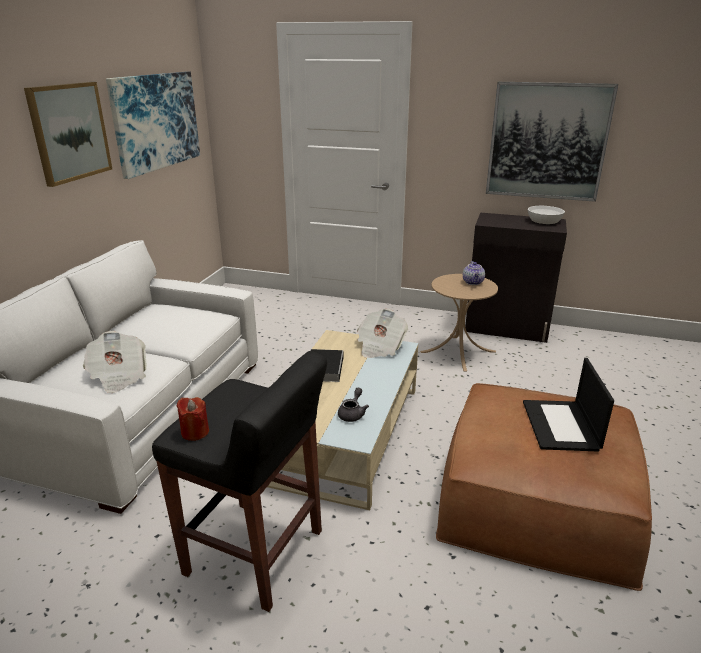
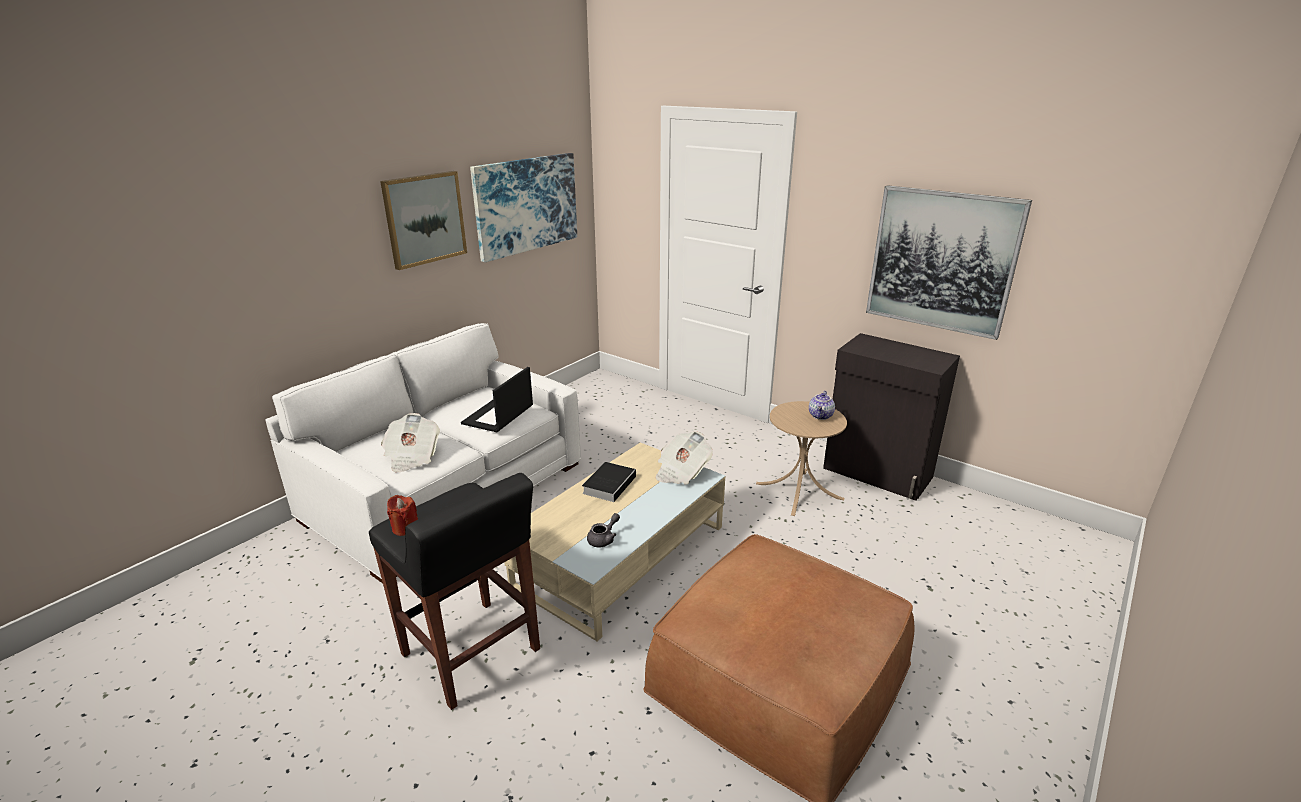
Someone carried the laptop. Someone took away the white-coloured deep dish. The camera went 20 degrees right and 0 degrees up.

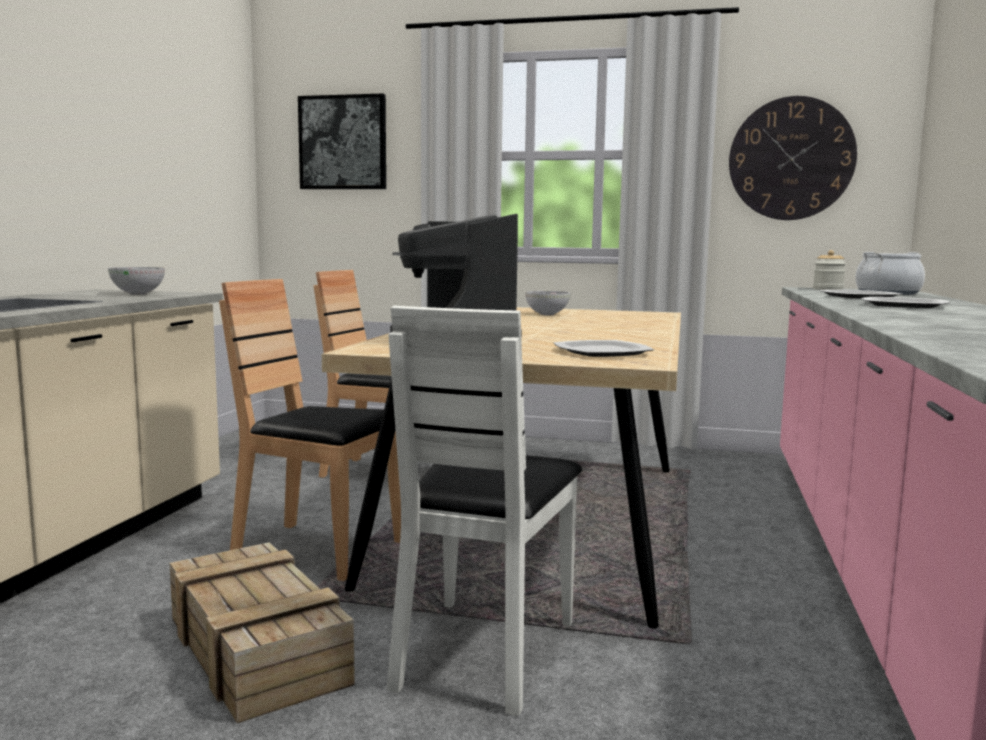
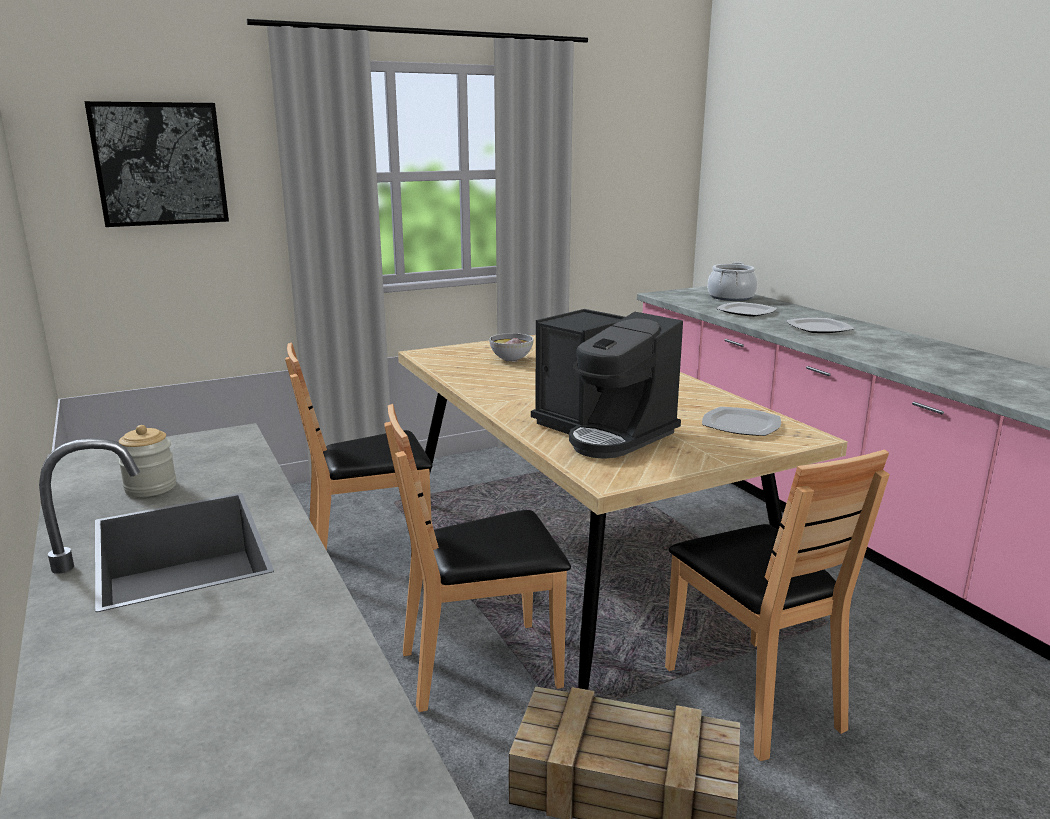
Someone took away the deep dish (no. 1 from left). Someone repainted the white-coloured chair, which became the brownish chair (no. 3 from left). Someone took away the hanging clock. Someone carried the jar. The camera went 40 degrees left and 10 degrees up.

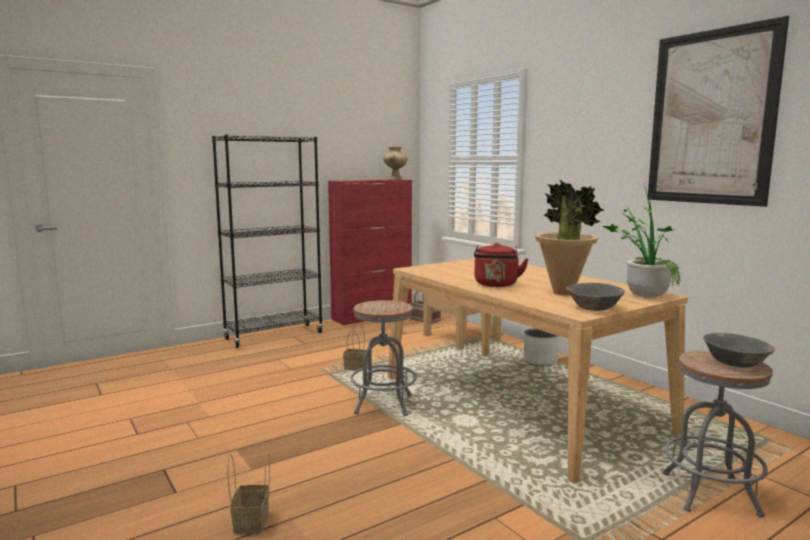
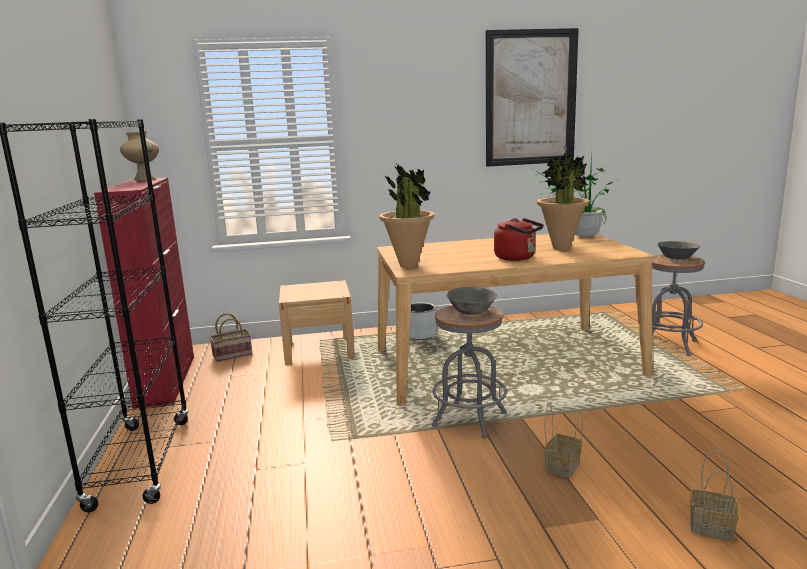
Someone carried the basket (no. 2 from left). Someone carried the gray deep dish (no. 1 from left). Someone put down the houseplant (no. 1 from left). The camera went 65 degrees left and 5 degrees up.

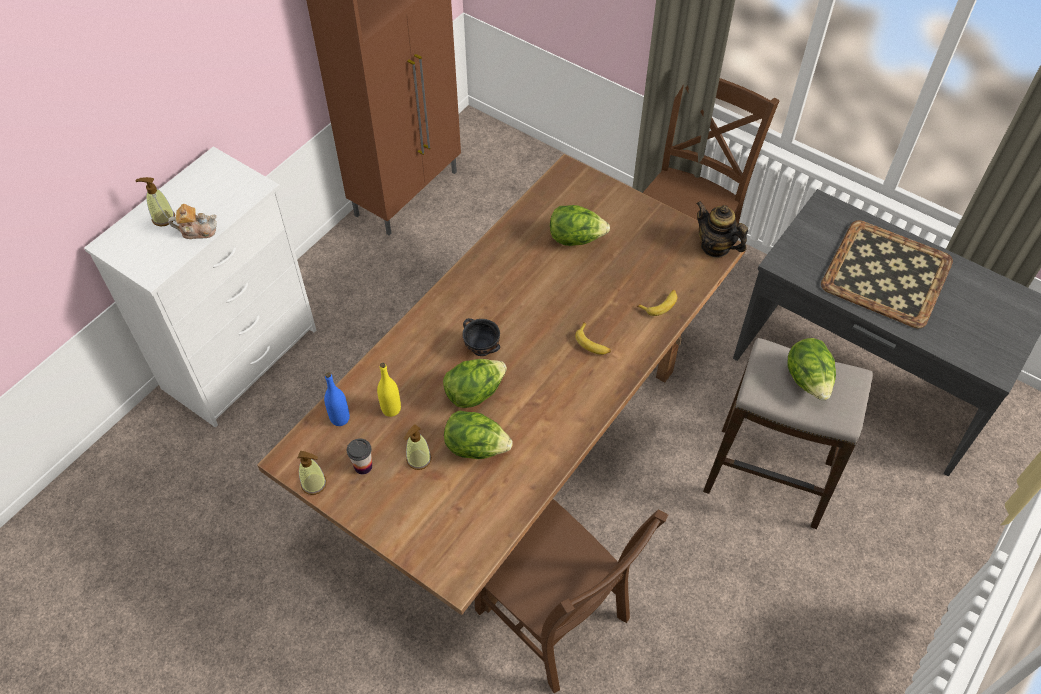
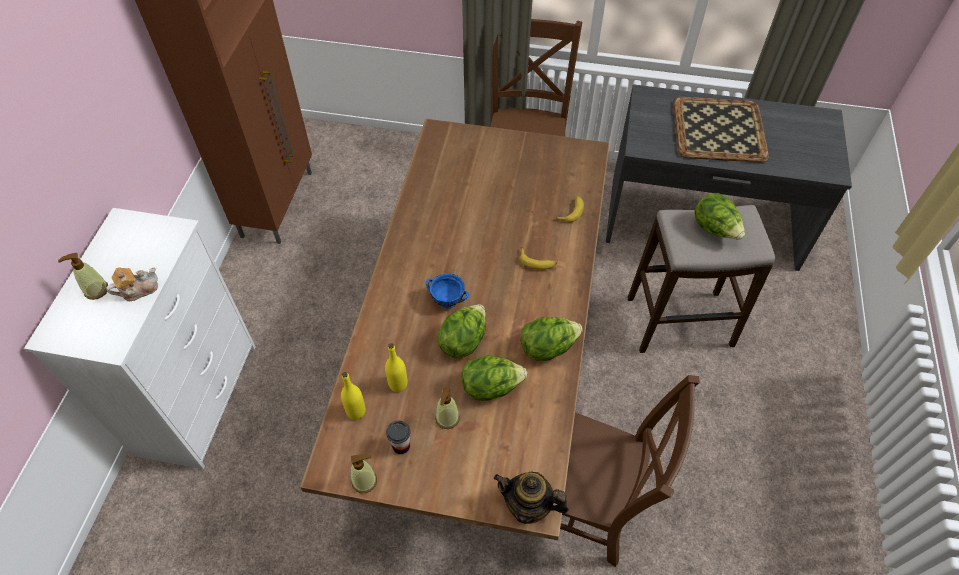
Someone repainted the blue drink bottle, which became the yellowish drink bottle (no. 1 from left). Someone repainted the black-coloured deep dish, which became the blue deep dish. Someone carried the lettuce (no. 3 from left). Someone carried the pot for tea (no. 2 from left). The camera went 25 degrees left and 0 degrees up.

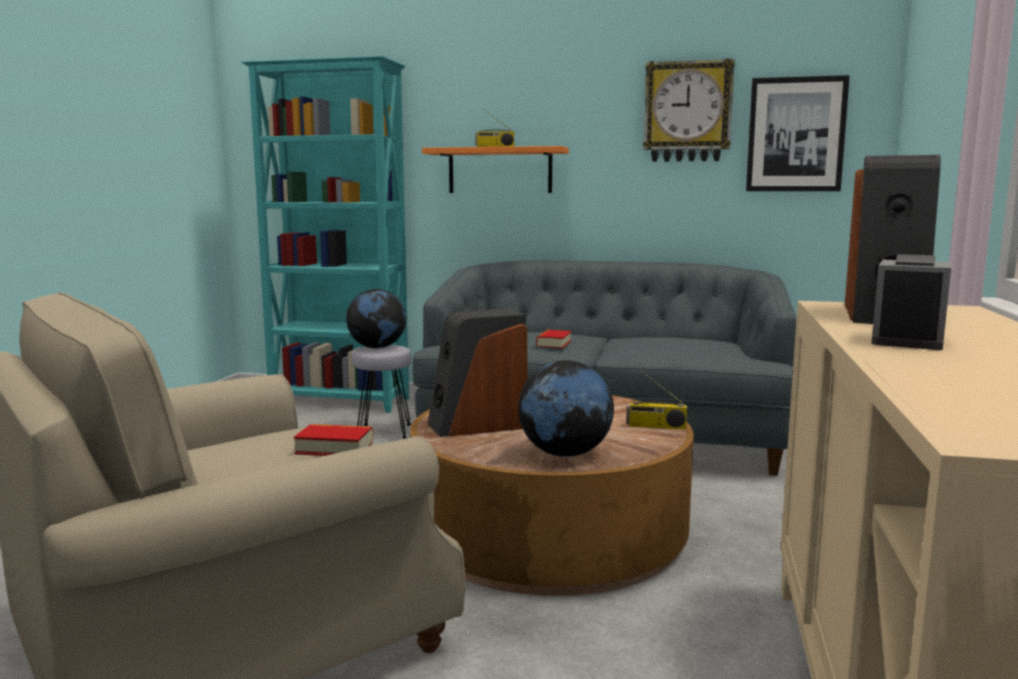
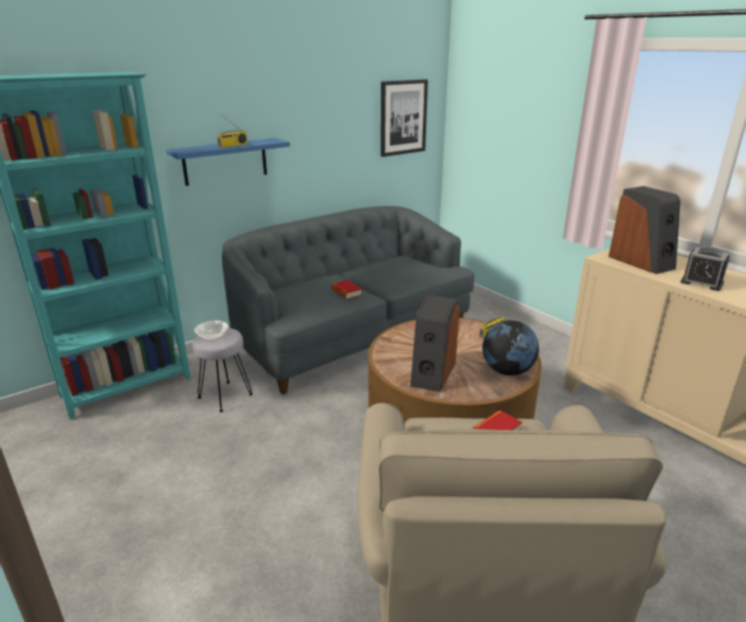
Someone swapped the desk globe (no. 1 from left) for the deep dish. Someone repainted the orange wall shelf, which became the blue wall shelf. Someone took away the hanging clock. Someone rotated the alarm clock by 150 degrees clockwise. The camera went 50 degrees left and 15 degrees up.

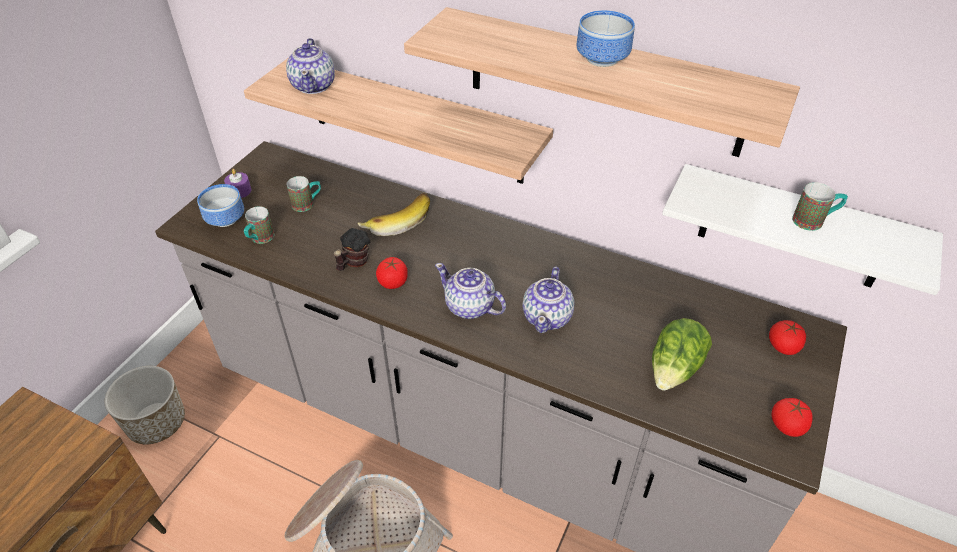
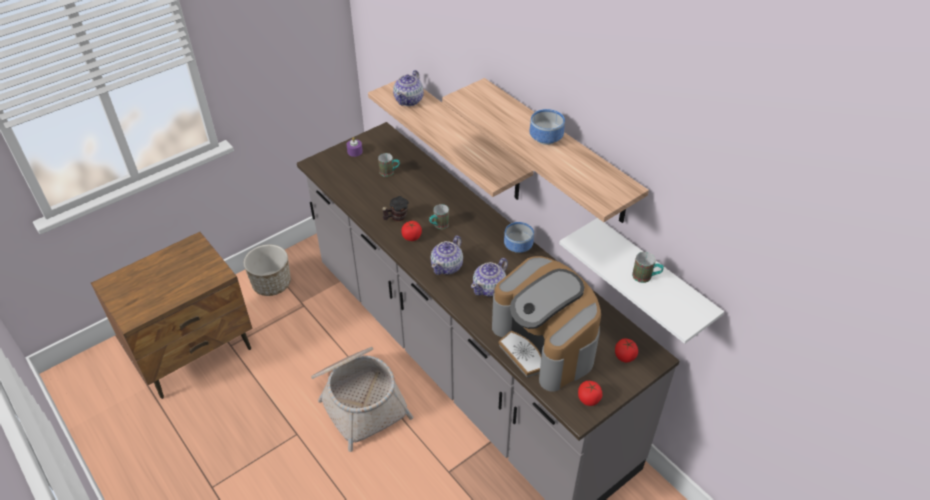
Someone carried the deep dish (no. 1 from left). Someone carried the coffee mug (no. 1 from left in the first image). Someone took away the banana. Someone rotated the pot for tea (no. 2 from left) by 120 degrees counterclockwise. Someone swapped the lettuce for the coffee machine. The camera went 25 degrees right and 0 degrees up.

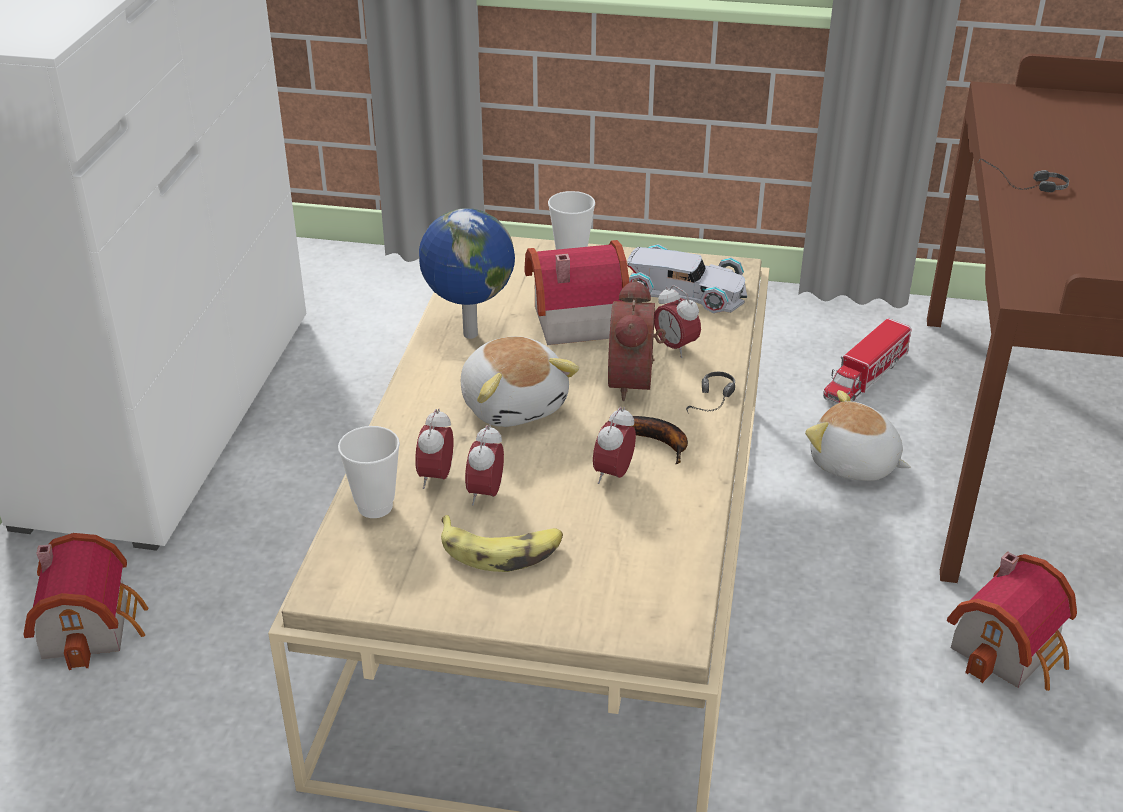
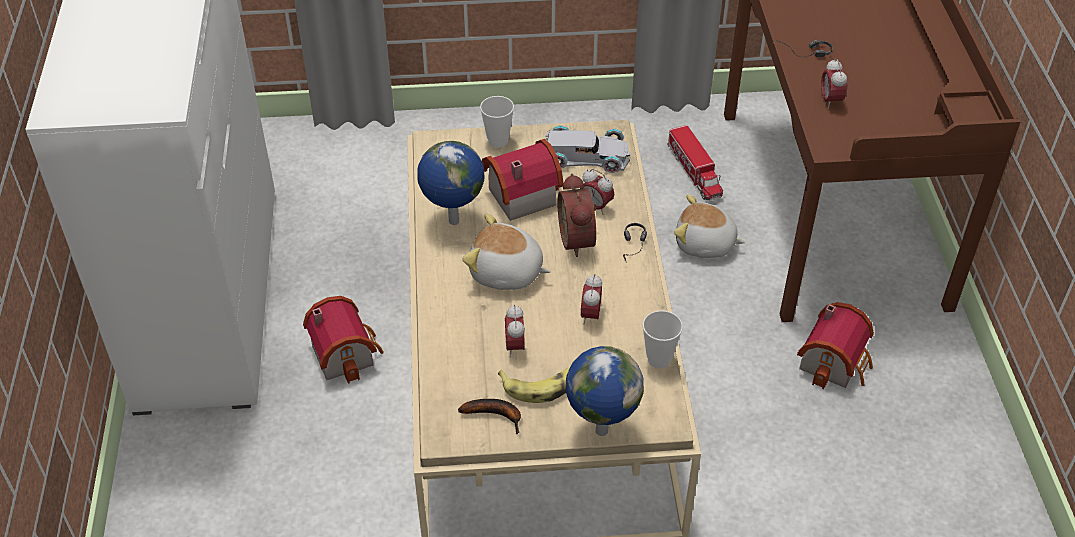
Someone carried the toy house (no. 1 from left). Someone carried the cup (no. 1 from left in the first image). Someone carried the alarm clock (no. 1 from left in the first image). Someone rotated the plush toy (no. 1 from left) by 150 degrees clockwise. Someone carried the banana (no. 2 from left in the first image). Someone rotated the toy lorry by 45 degrees counterclockwise. Someone put down the desk globe (no. 2 from left). The camera went 15 degrees left and 10 degrees up.

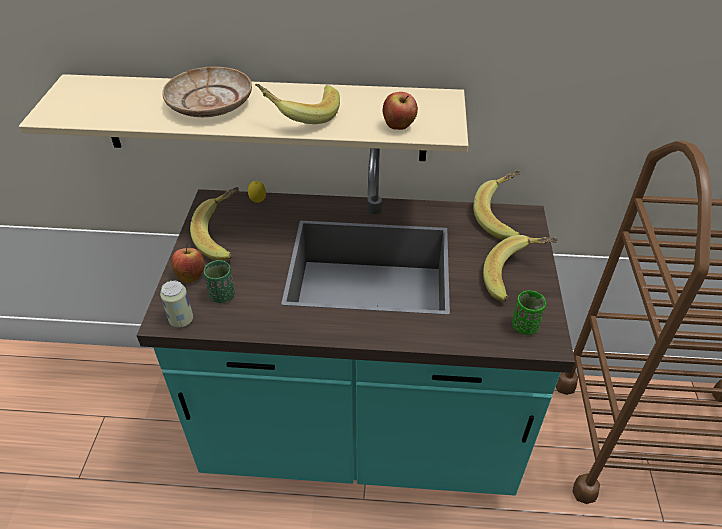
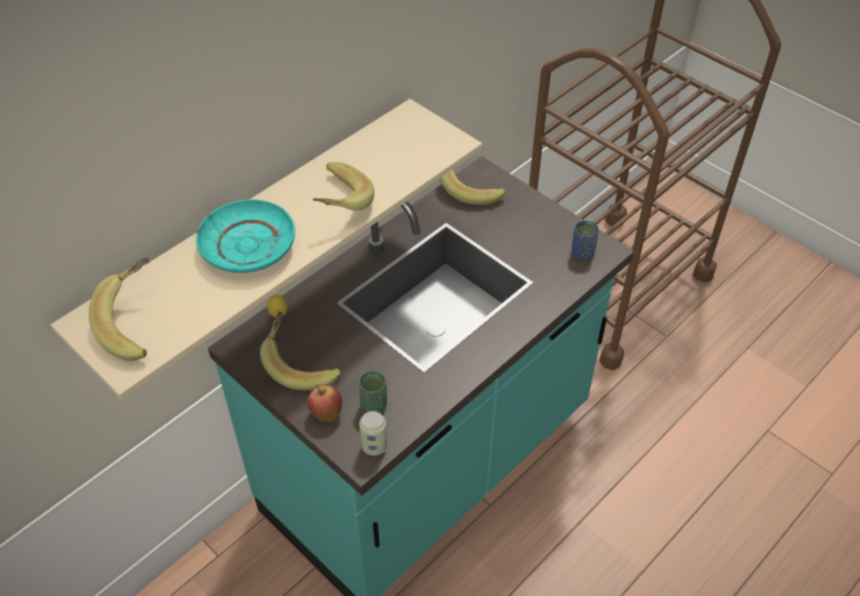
Someone repainted the beige flat dish, which became the turquoise flat dish. Someone took away the whole apple (no. 2 from left). Someone carried the banana (no. 4 from left in the first image). Someone repainted the greenish cup (no. 2 from left), which became the blue cup. The camera went 50 degrees left and 5 degrees up.

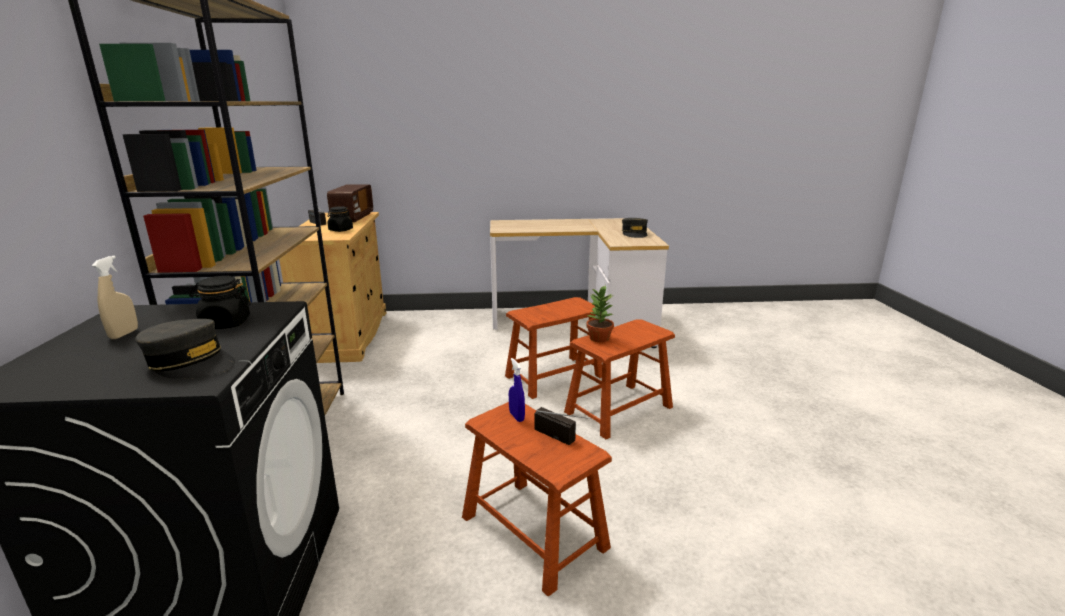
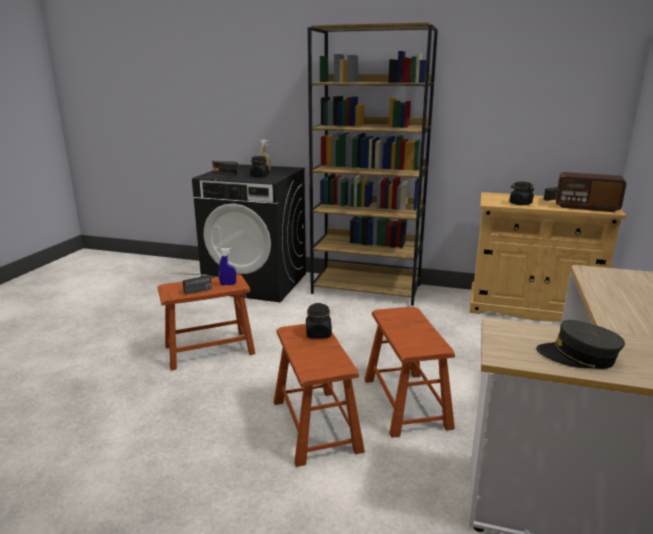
Someone swapped the houseplant for the black-coloured jar (no. 2 from left). The camera went 110 degrees right and 0 degrees up.

